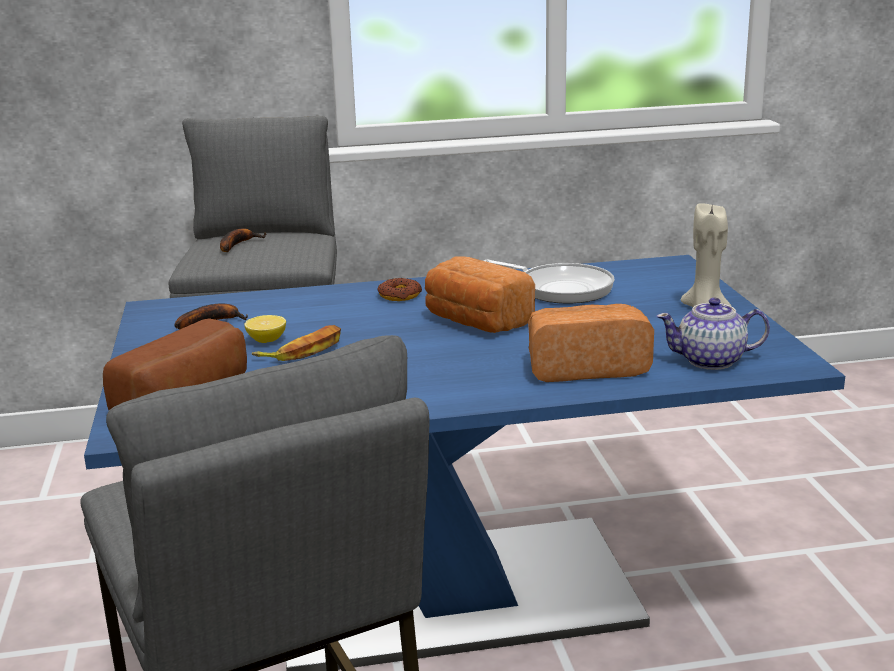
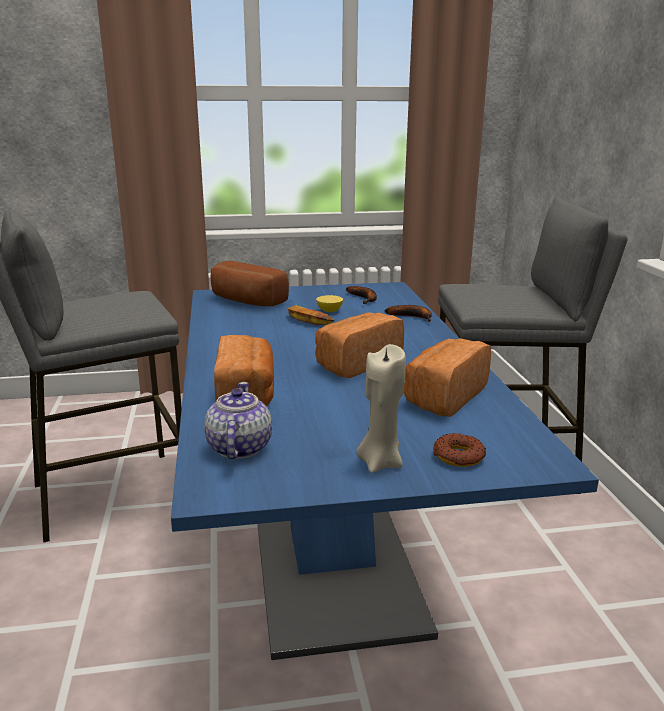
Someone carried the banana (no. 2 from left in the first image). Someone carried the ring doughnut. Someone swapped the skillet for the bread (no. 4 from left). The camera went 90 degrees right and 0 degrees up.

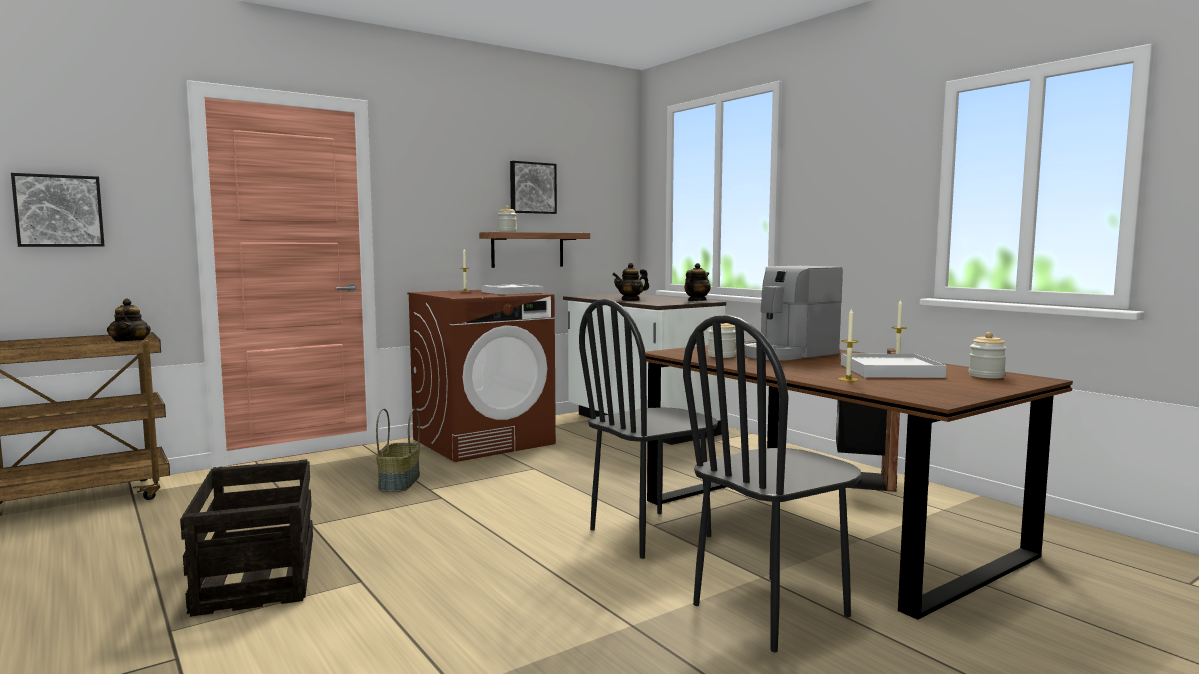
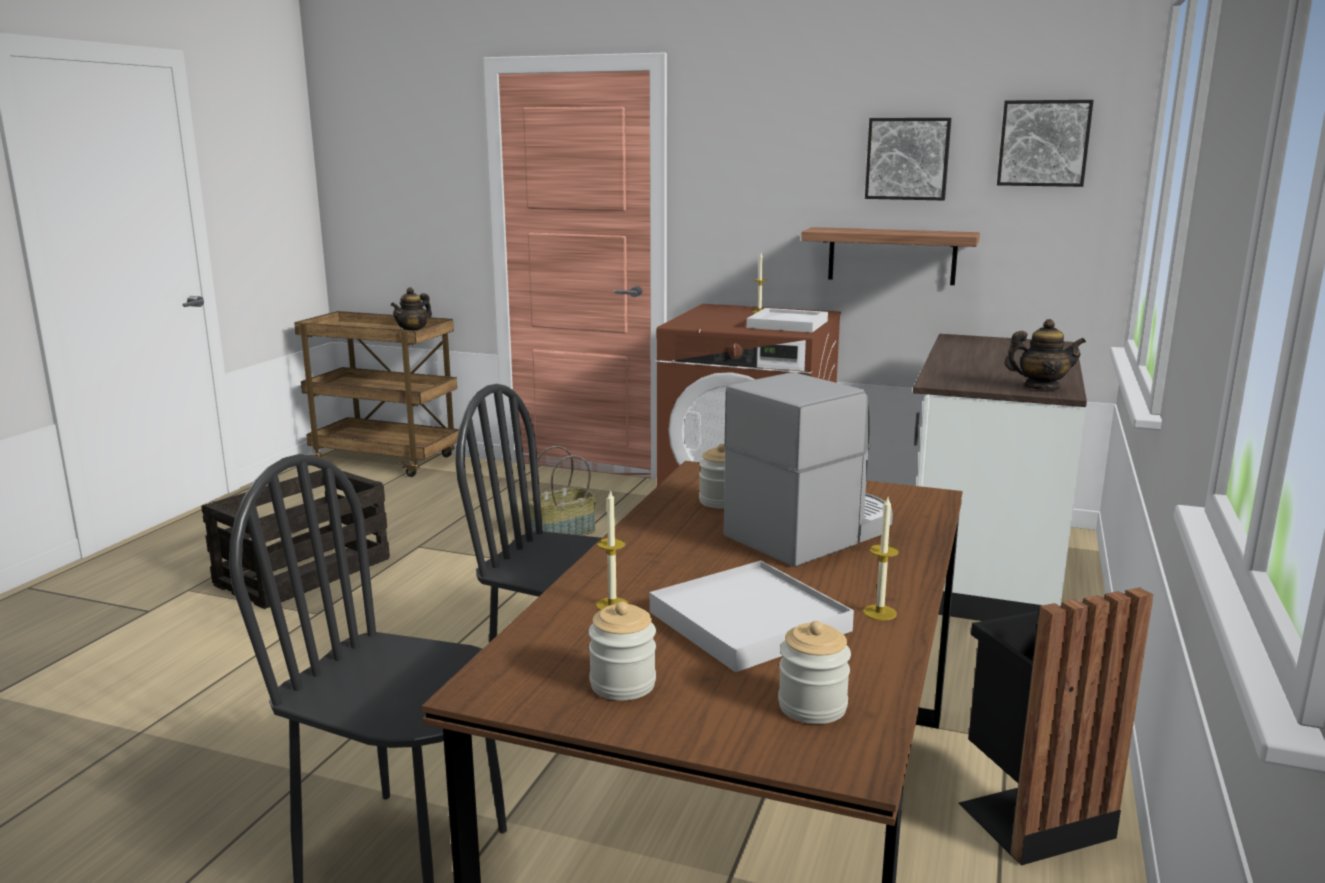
Someone carried the wall picture (no. 1 from left in the first image). Someone carried the jar (no. 1 from left). Someone took away the pot for tea (no. 2 from left). Someone rotated the coffee machine by 120 degrees clockwise. The camera went 55 degrees right and 10 degrees up.

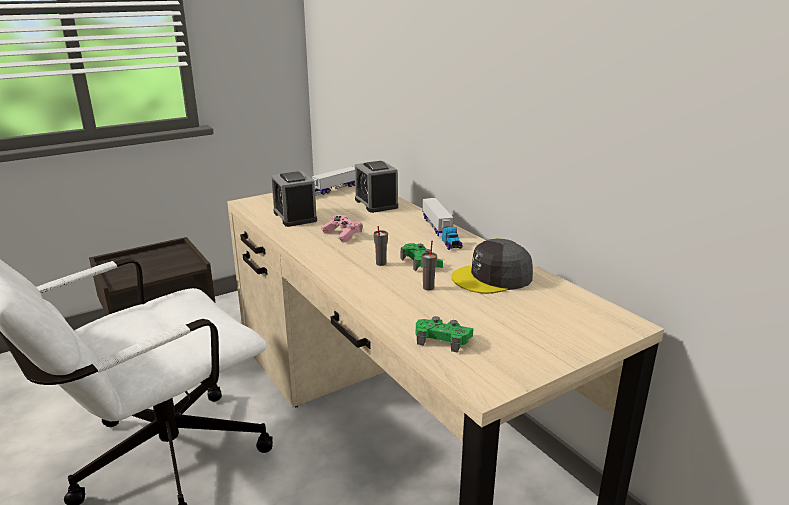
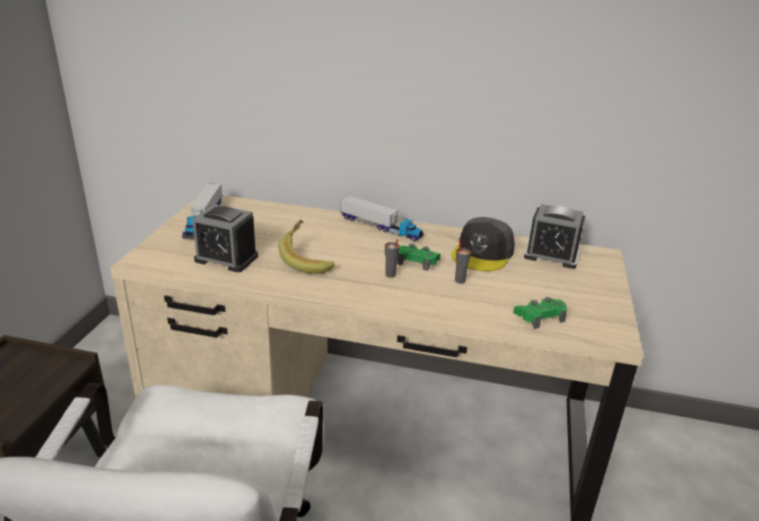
Someone swapped the pink-coloured game controller for the banana. Someone carried the alarm clock (no. 2 from left). The camera went 45 degrees left and 5 degrees up.

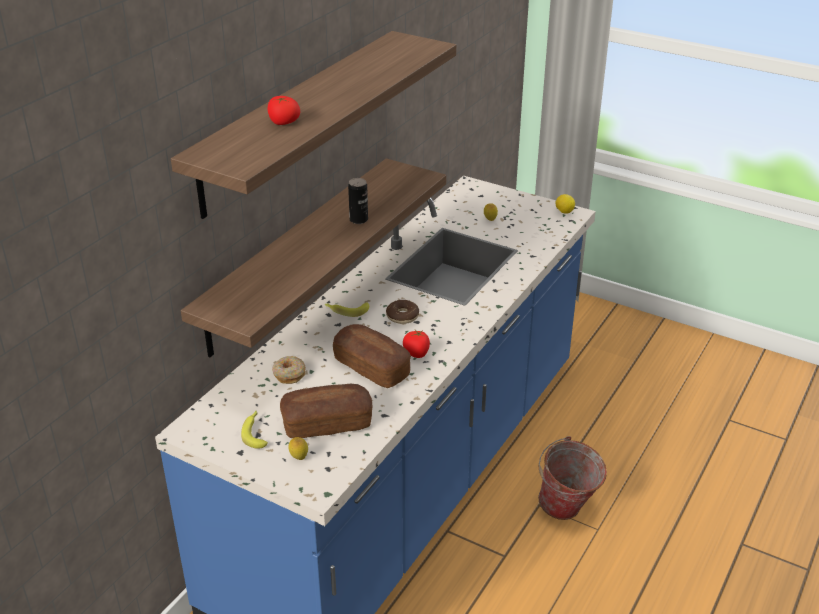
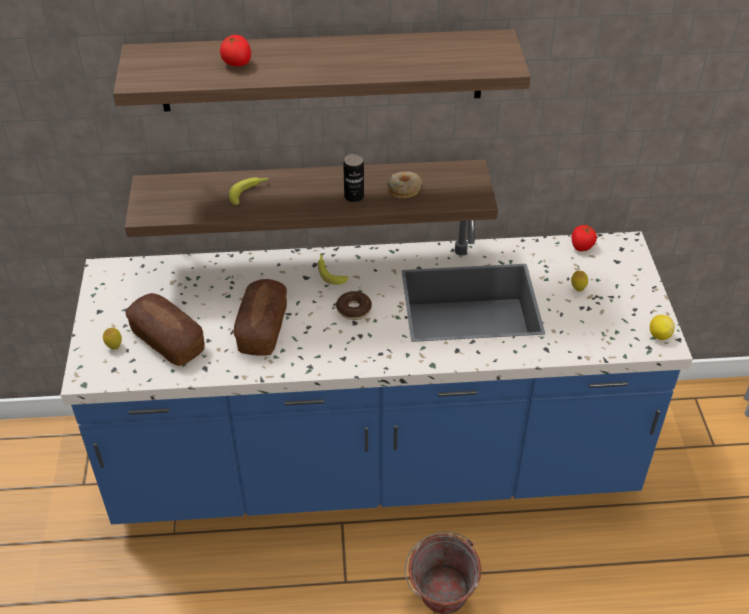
Someone carried the banana (no. 1 from left). Someone carried the ring doughnut (no. 1 from left in the first image). Someone carried the tomato (no. 2 from left). The camera went 55 degrees right and 10 degrees up.

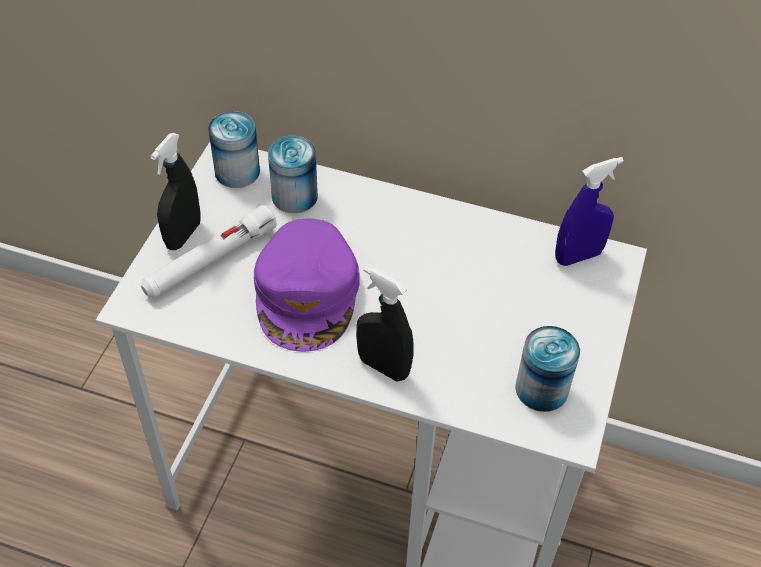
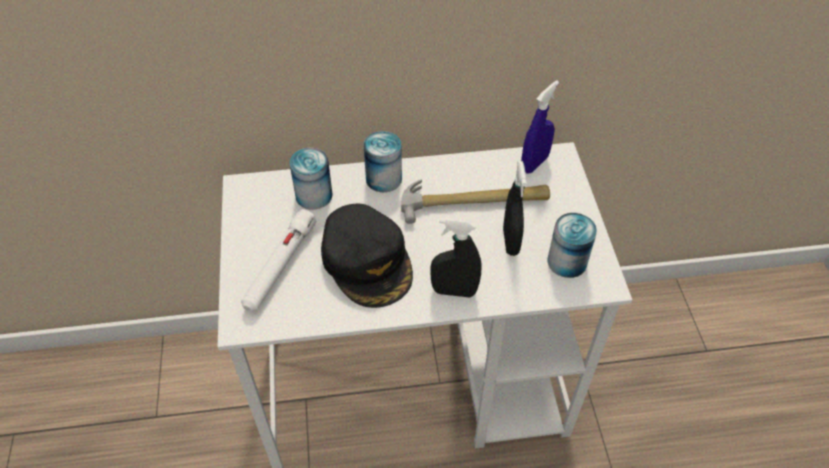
Someone carried the black-coloured hand sprayer (no. 1 from left in the first image). Someone carried the can (no. 1 from left in the first image). Someone repainted the purplish cap, which became the black-coloured cap. Someone put down the tool hammer. The camera went 25 degrees left and 0 degrees up.

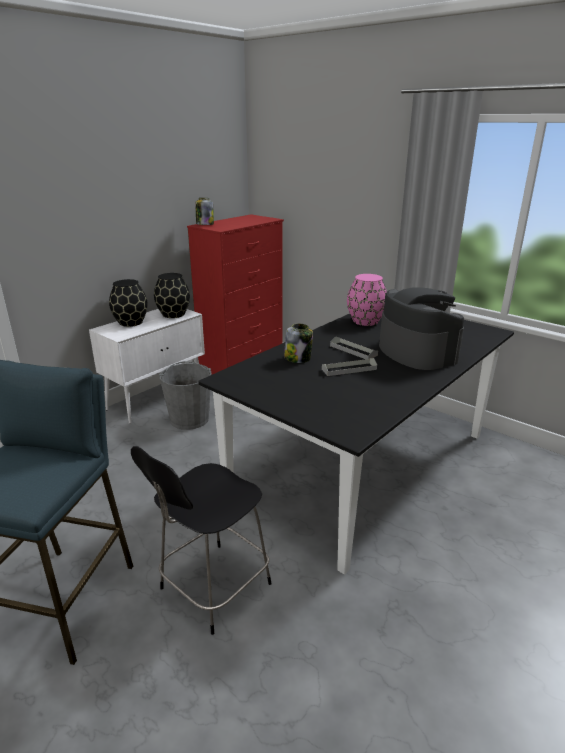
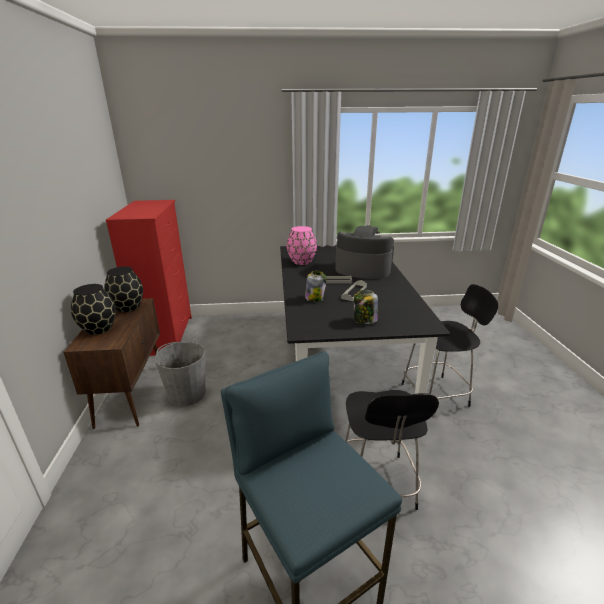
Someone repainted the white-coloured cupboard, which became the brownish cupboard. Someone carried the jar (no. 1 from left in the first image). Someone put down the black-coloured chair (no. 2 from left). The camera went 45 degrees left and 0 degrees up.

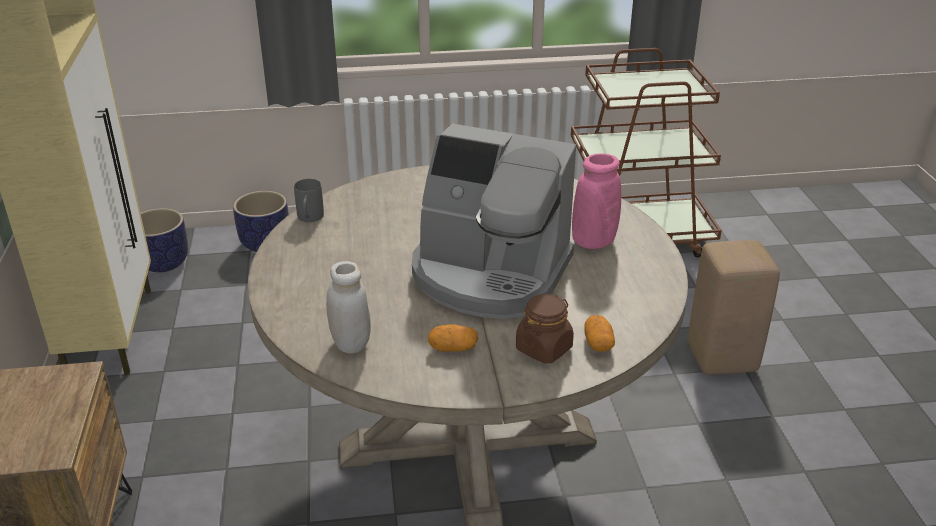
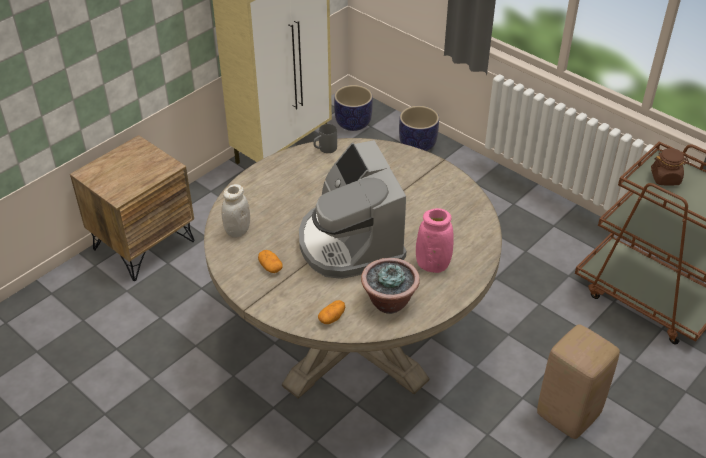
Someone carried the brownish jar. Someone put down the houseplant. The camera went 50 degrees right and 10 degrees up.

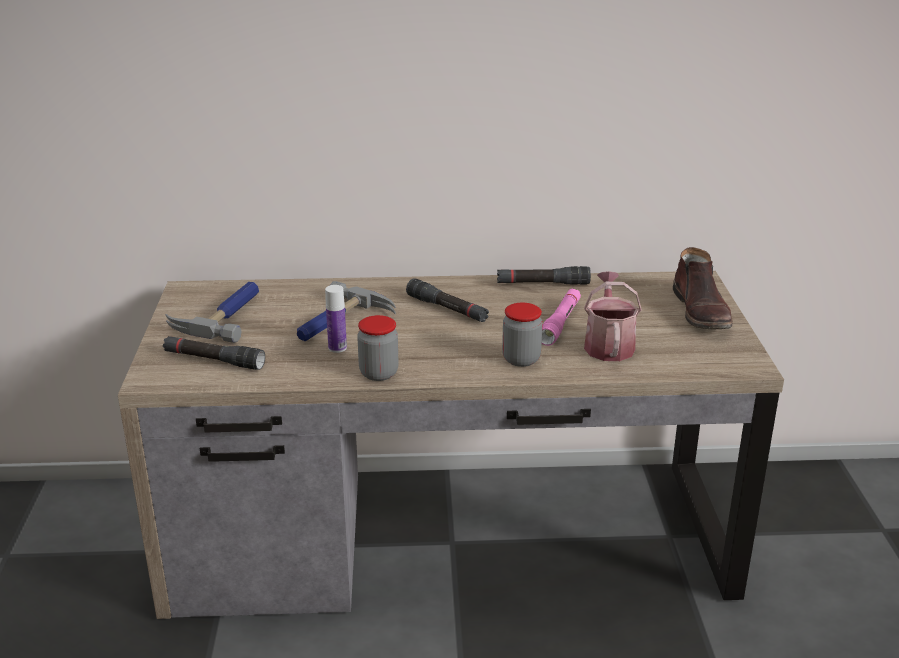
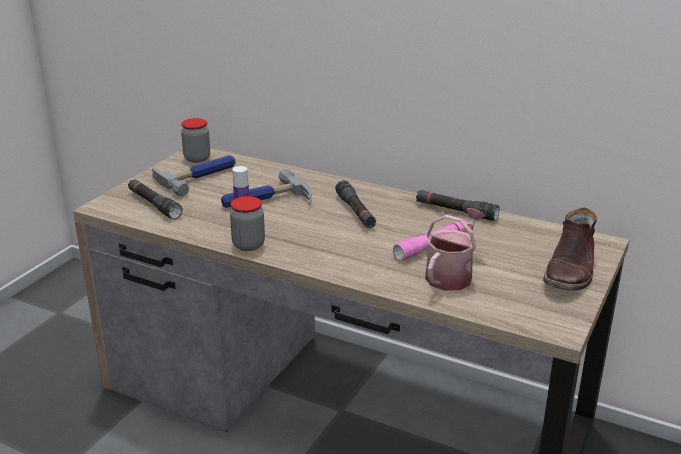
Someone carried the jar (no. 2 from left in the first image). The camera went 30 degrees right and 0 degrees up.

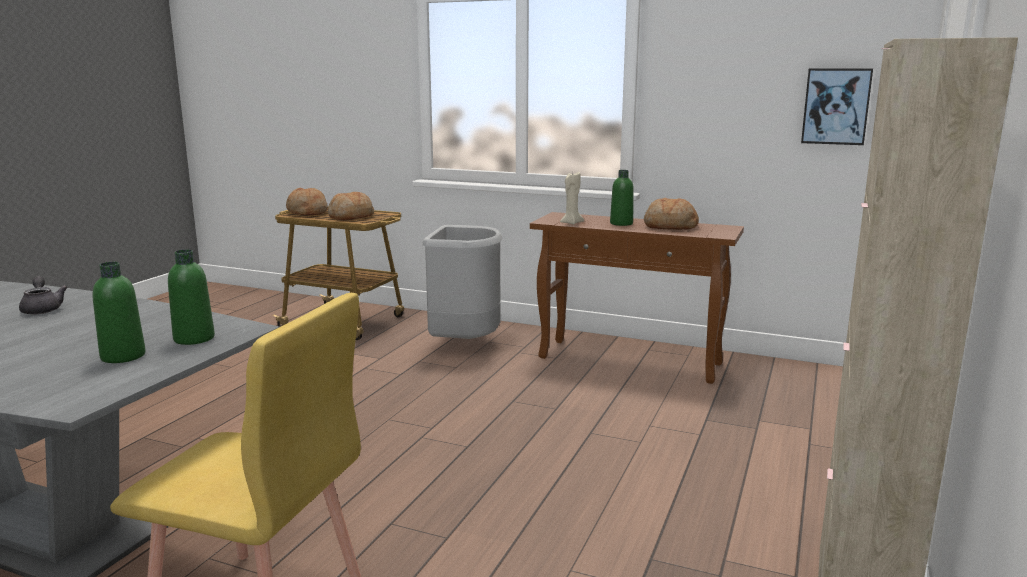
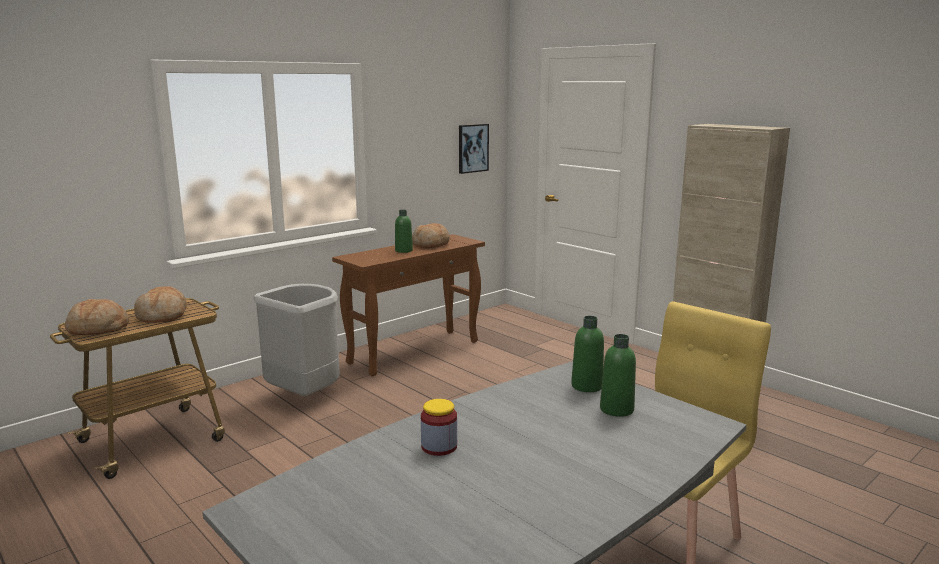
Someone swapped the gray pot for tea for the jar. Someone took away the beige wax light. The camera went 65 degrees left and 0 degrees up.

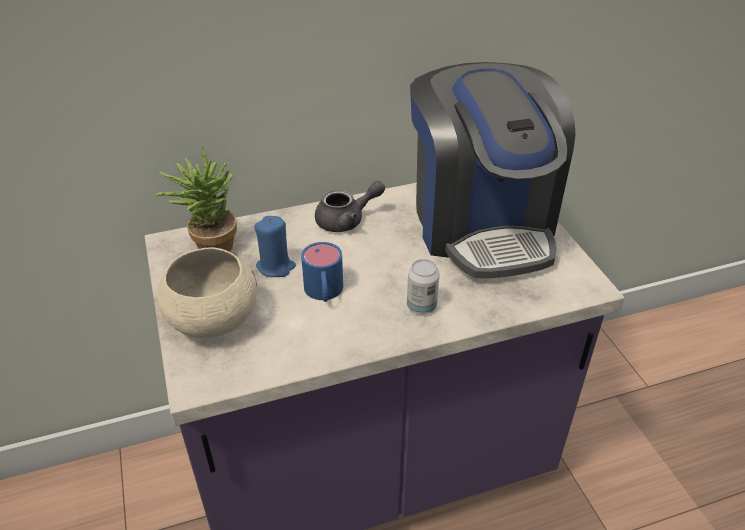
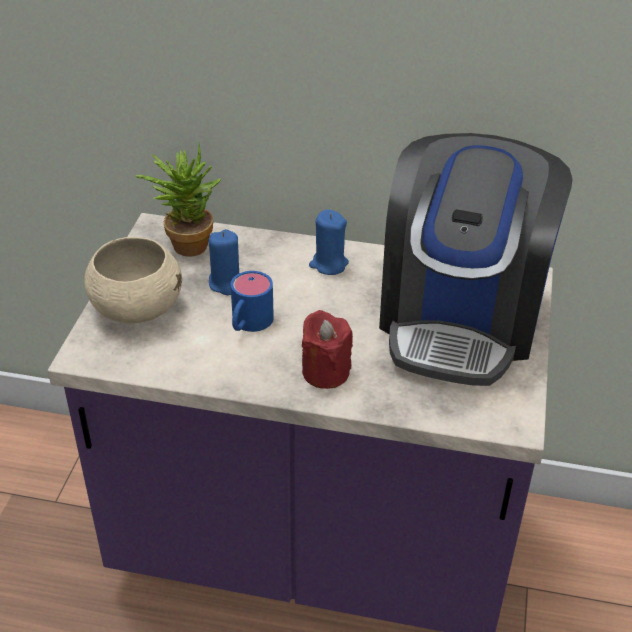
Someone swapped the gray pot for tea for the blue wax light (no. 2 from left). Someone swapped the can for the red-coloured wax light. The camera went 30 degrees right and 0 degrees up.

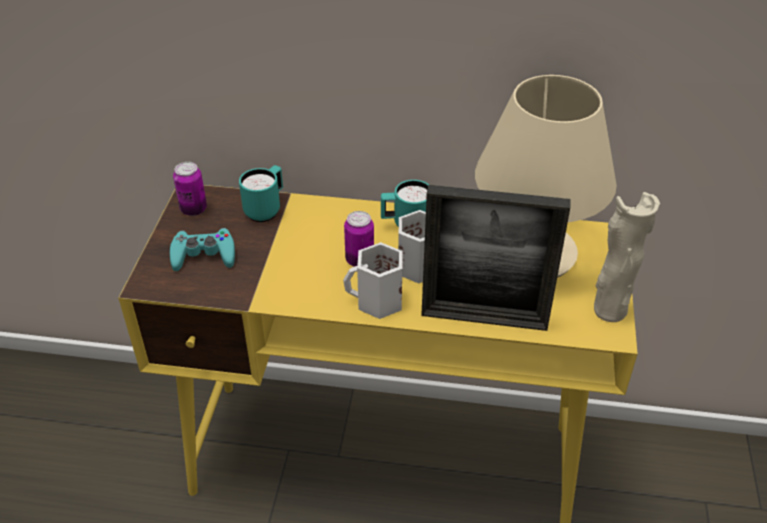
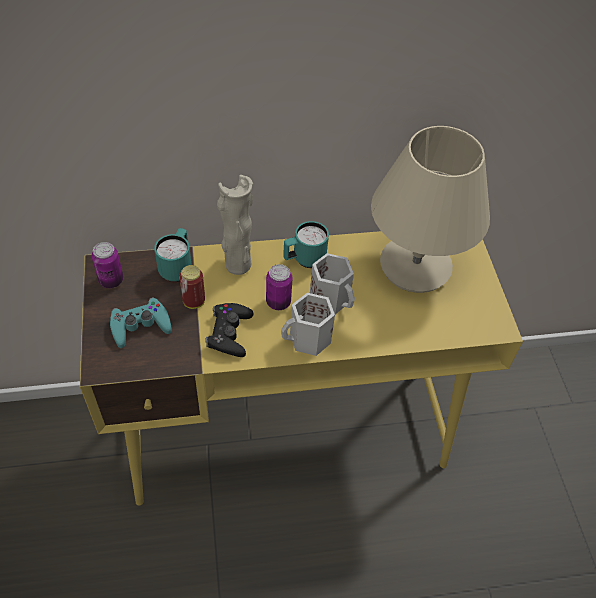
Someone took away the photo frame. Someone carried the beige vase. Someone put down the can (no. 2 from left). Someone put down the black-coloured game controller. The camera went 20 degrees left and 10 degrees up.

